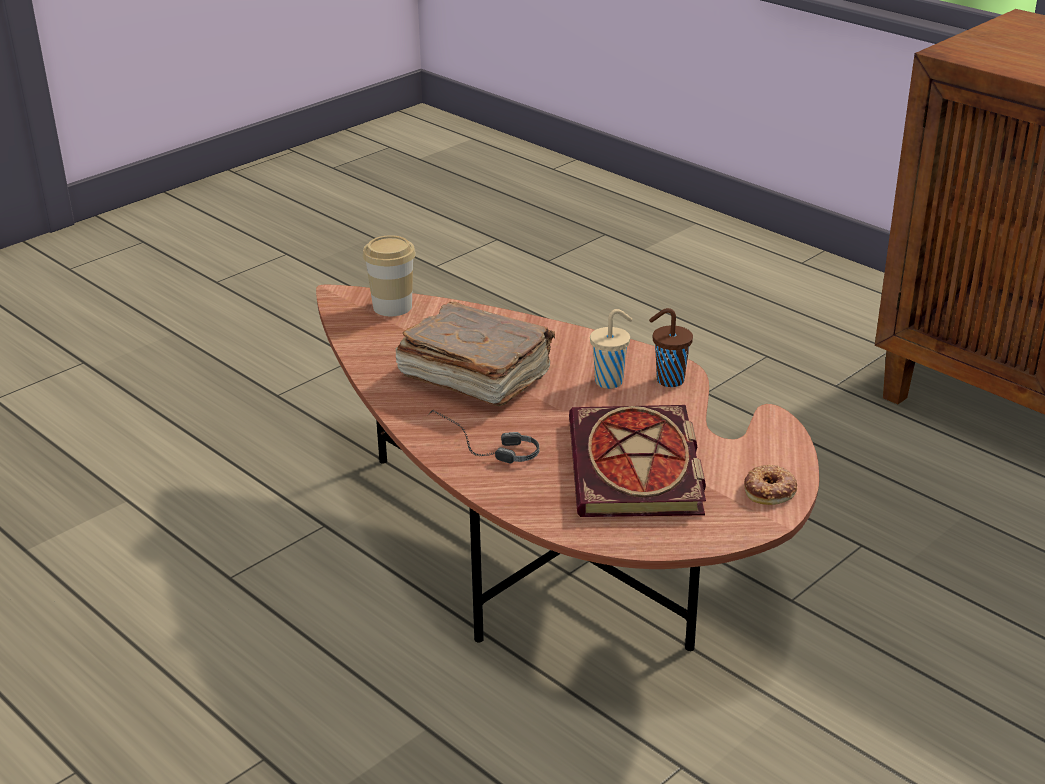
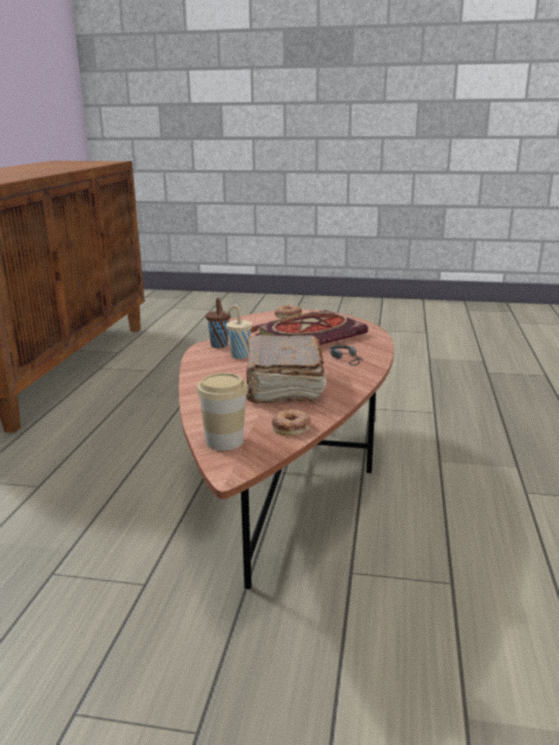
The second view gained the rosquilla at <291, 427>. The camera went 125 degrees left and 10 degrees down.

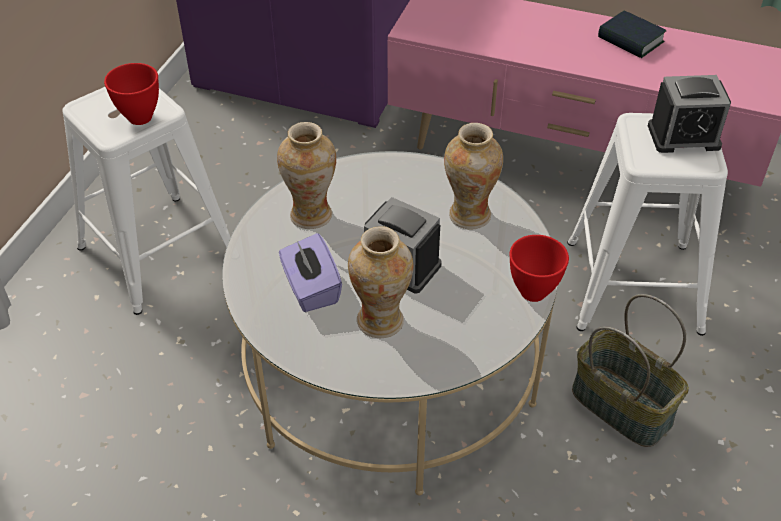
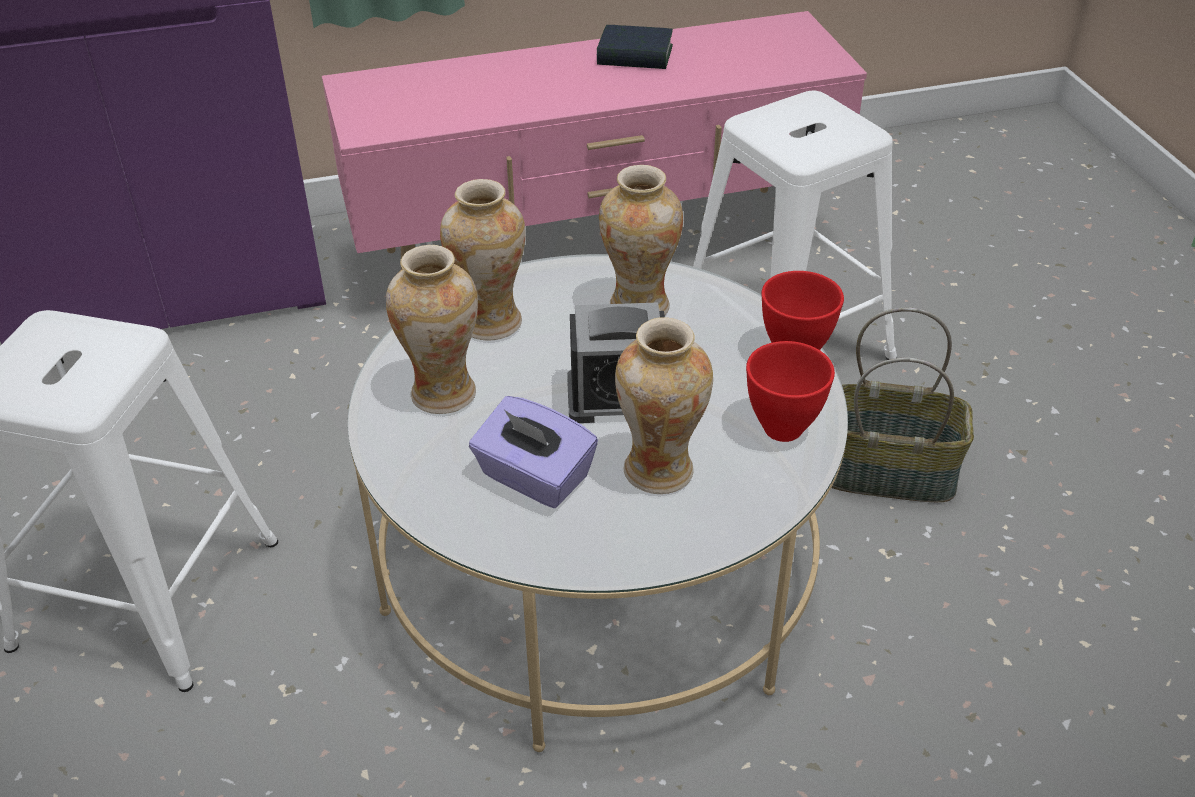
The second view gained the florero at <490, 322>. The cuenco [rojo] ended up elsewhere, having gone from <139, 118> to <784, 430>. The second view lost the despertador at <683, 136>. The camera went 35 degrees left and 5 degrees down.

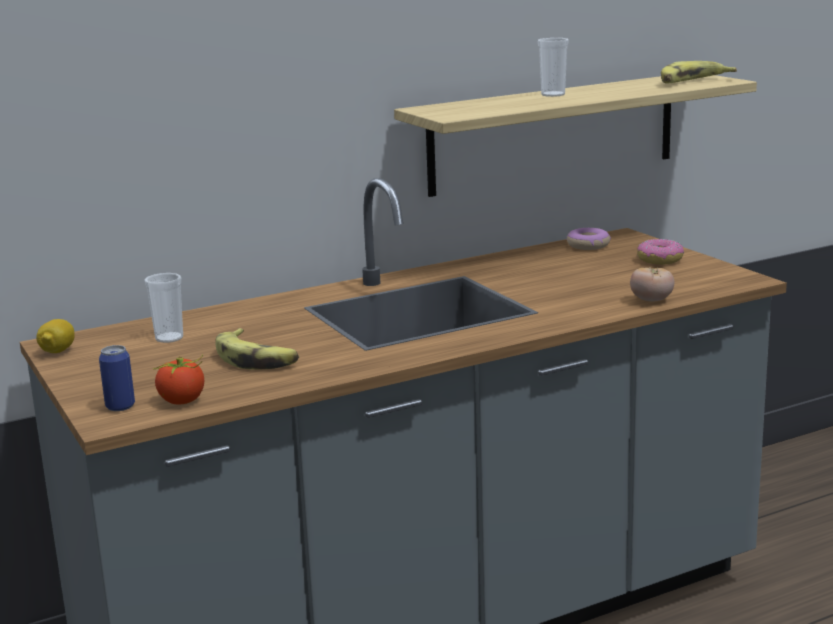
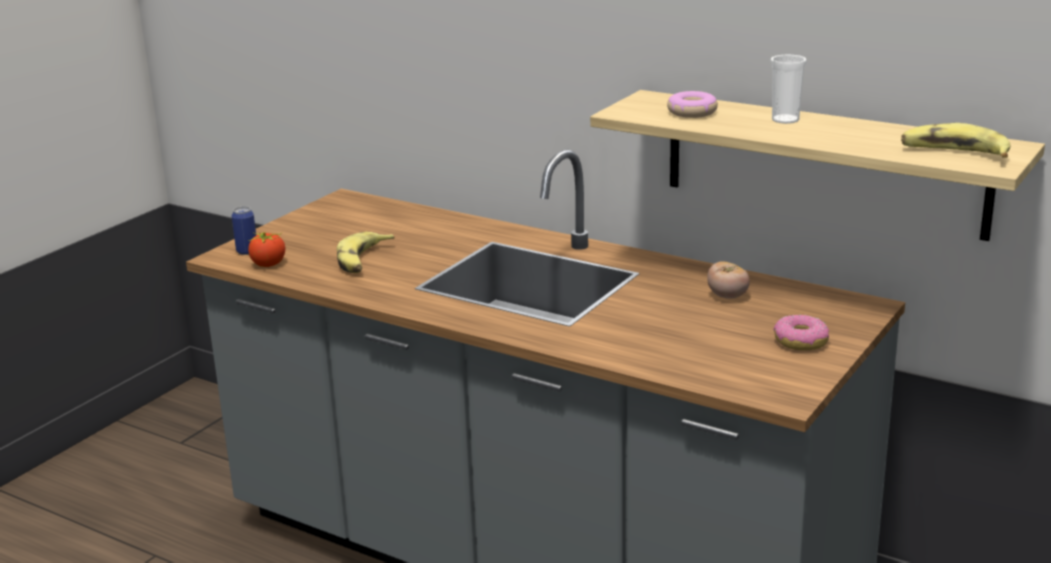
The rosquilla ended up elsewhere, having gone from <588, 245> to <692, 112>. The tomate ended up elsewhere, having gone from <651, 300> to <727, 296>. The second view lost the limón at <58, 351>. The second view lost the taza at <169, 338>. The camera went 60 degrees right and 5 degrees up.

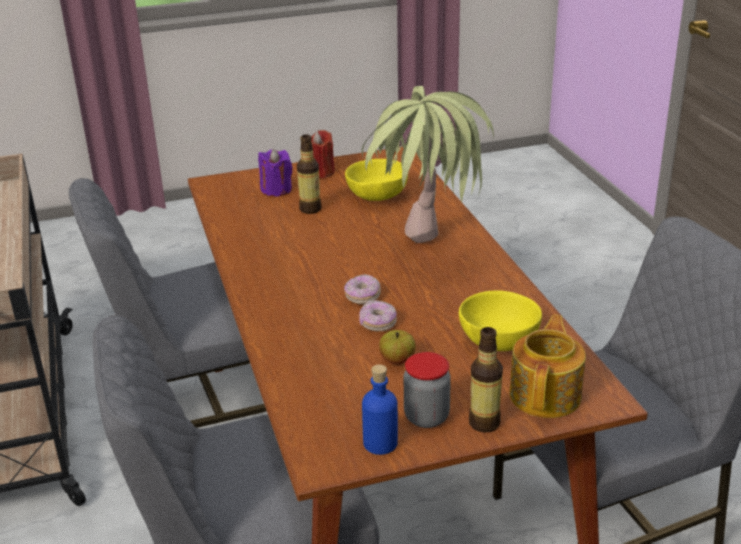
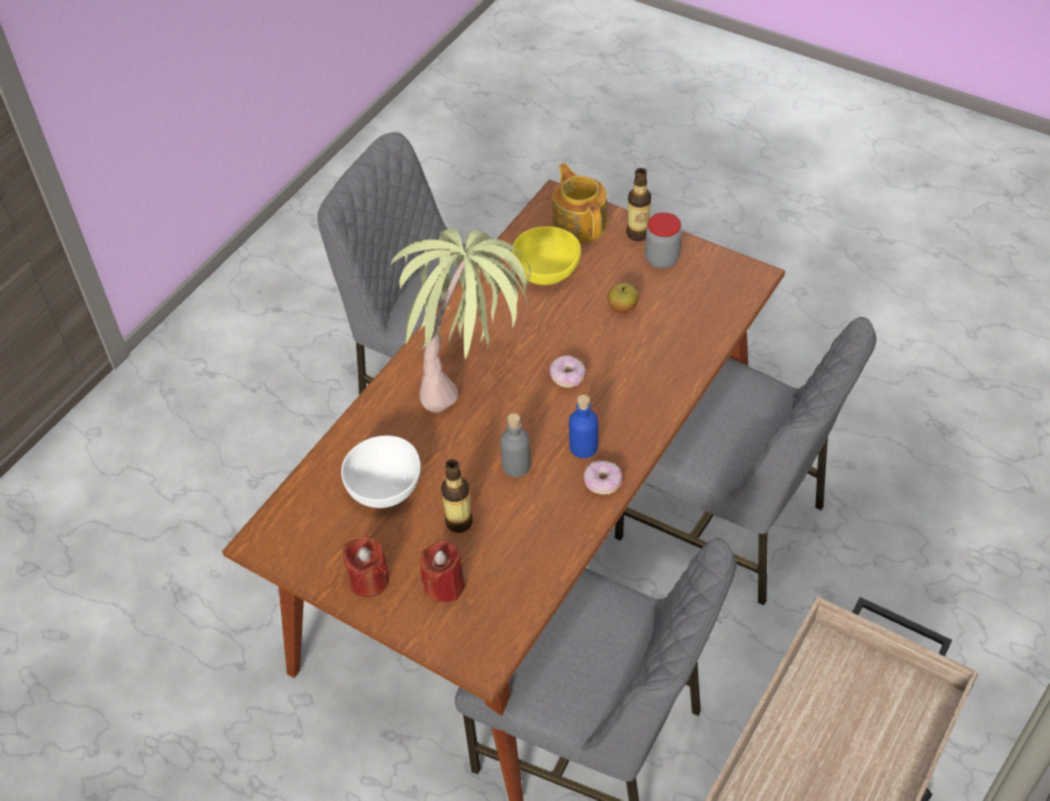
What was the cuenco [amarillo] at <376, 198> turned into the cuenco [blanco] at <387, 488>. What was the vela [morado] at <276, 190> turned into the vela [rojo] at <444, 585>. The second view gained the botella [gris] at <516, 465>. The tetera at <546, 394> ended up facing another way, 90 degrees clockwise from before. The botella [azul] ended up elsewhere, having gone from <380, 443> to <583, 447>. The rosquilla ended up elsewhere, having gone from <377, 323> to <602, 483>. The camera went 130 degrees left and 20 degrees up.

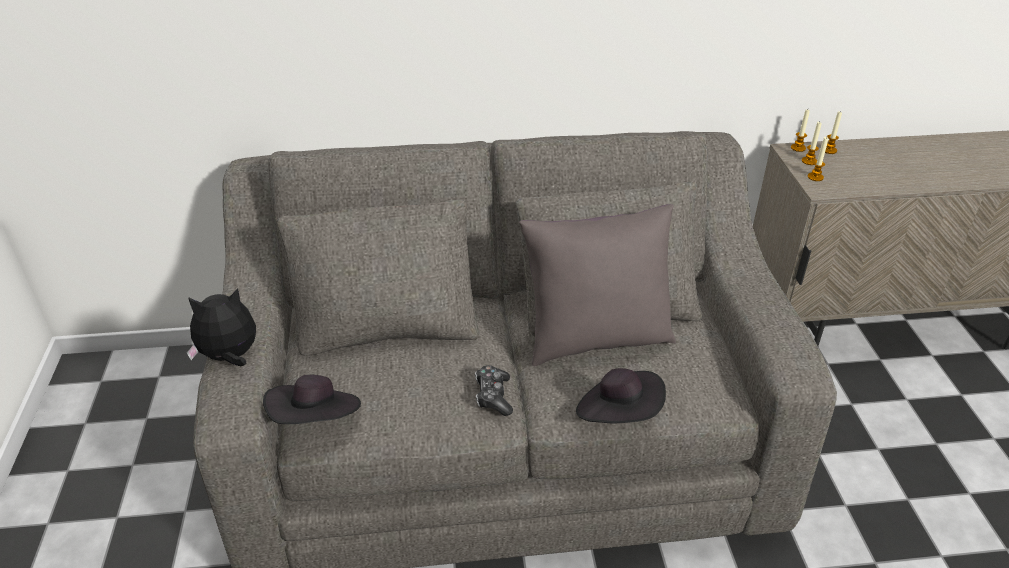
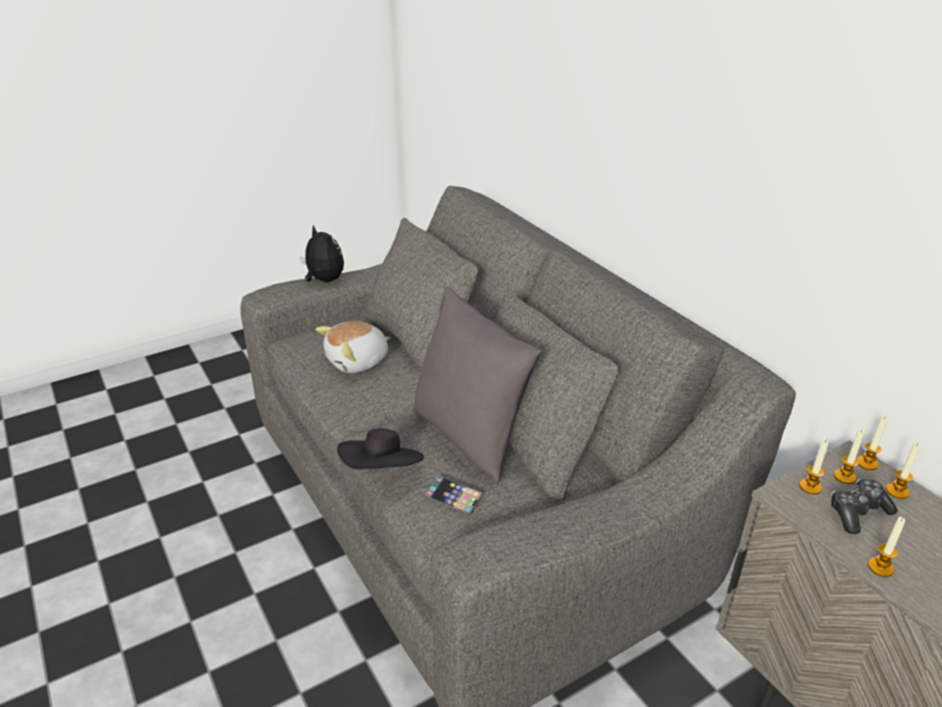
The second view gained the peluche at <358, 361>. The second view gained the móvil at <453, 498>. The mando de consola ended up elsewhere, having gone from <493, 396> to <858, 512>. The second view gained the vela at <880, 567>. The second view lost the sombrero [negro] at <316, 419>. The camera went 65 degrees right and 5 degrees down.

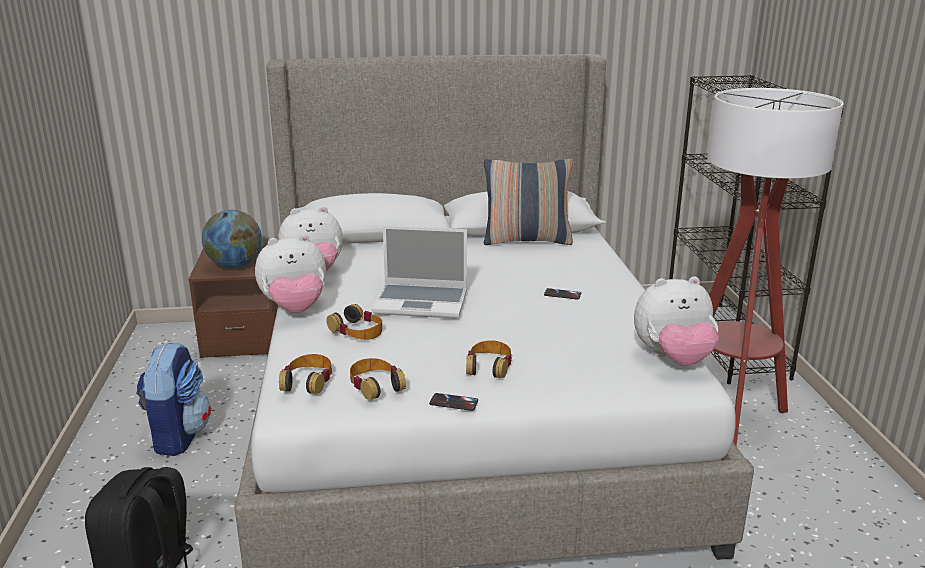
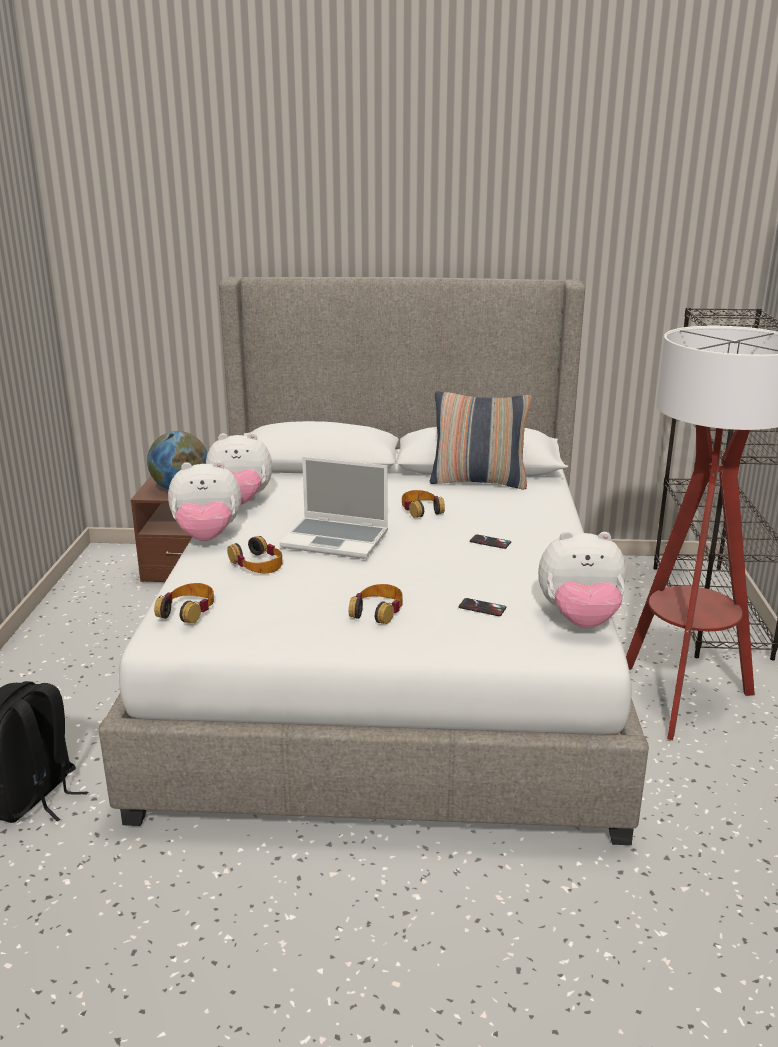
The auriculares ended up elsewhere, having gone from <375, 385> to <421, 509>. The móvil ended up elsewhere, having gone from <453, 402> to <482, 608>. The second view lost the mochila at <178, 436>. The camera went 10 degrees right and 0 degrees up.

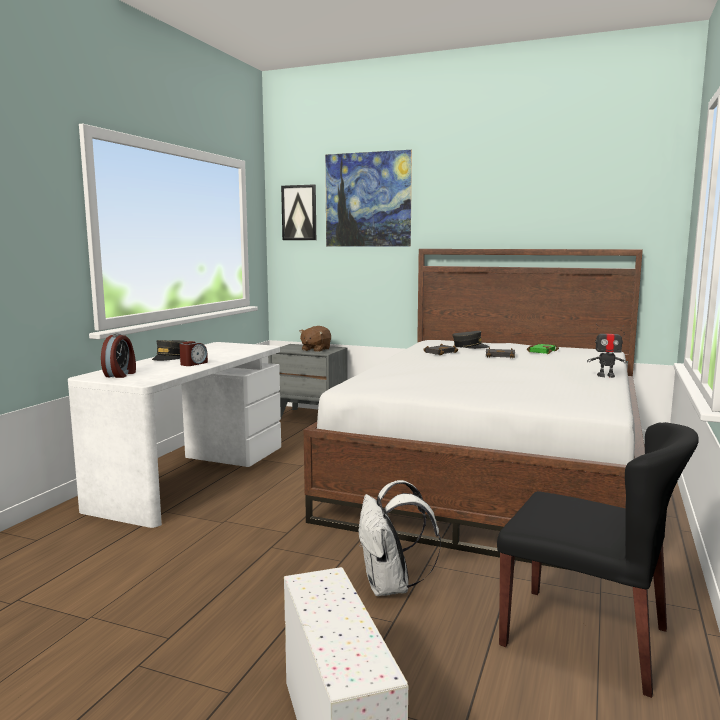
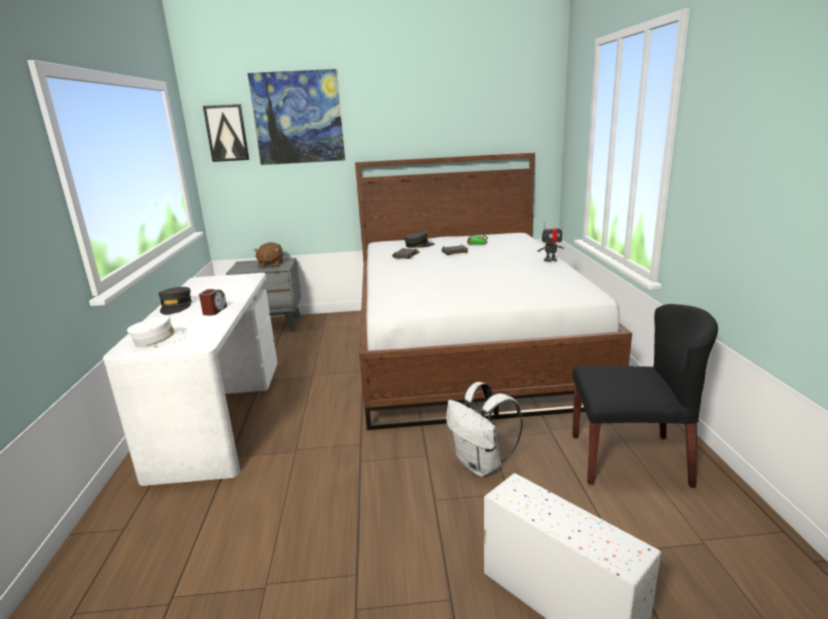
Where the despertador stood at <121, 374>, the gorra [blanco] came to stand at <159, 340>. The camera went 25 degrees left and 10 degrees up.

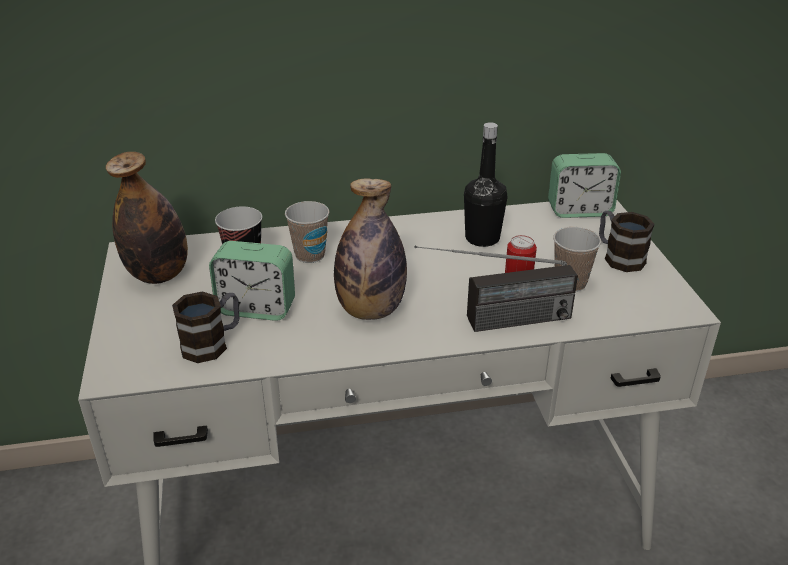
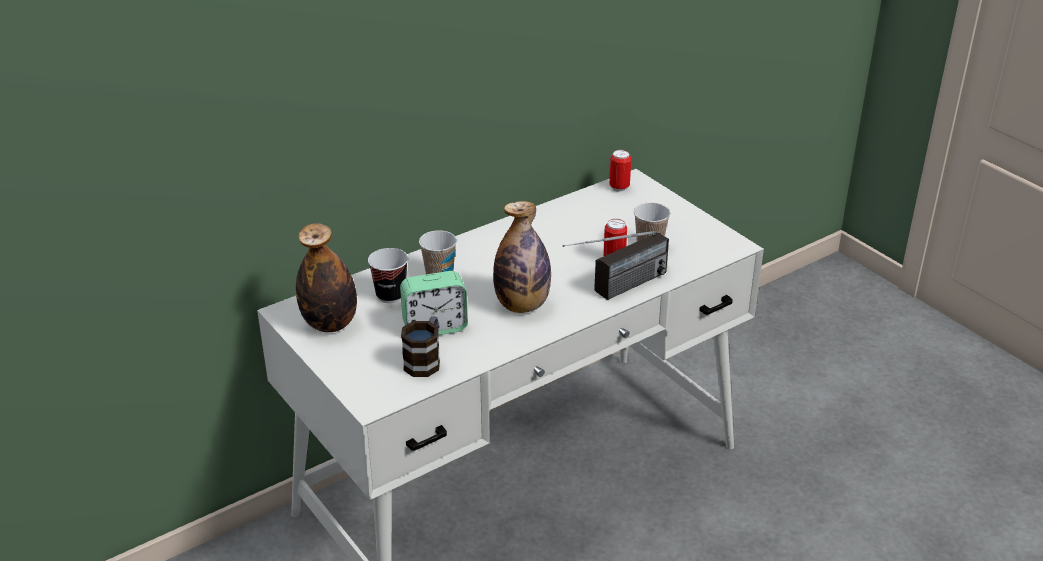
Where the despertador stood at <579, 210>, the lata came to stand at <619, 187>. The second view lost the botella [negro] at <482, 238>. The second view lost the taza grande at <618, 256>. The camera went 25 degrees left and 0 degrees up.

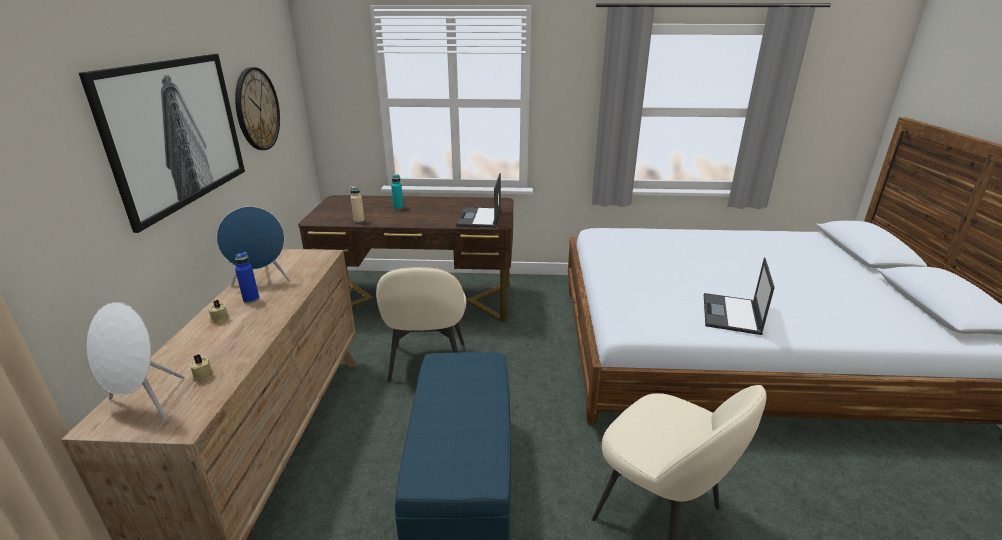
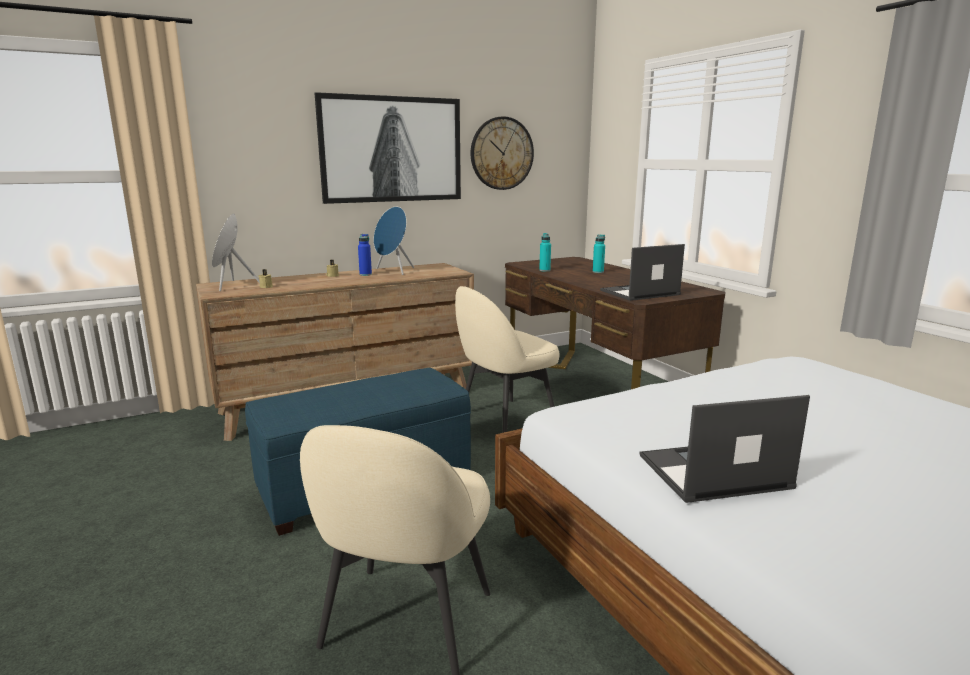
What was the botella [beis] at <359, 221> turned into the botella [turquesa] at <544, 270>. The camera went 60 degrees right and 10 degrees down.

